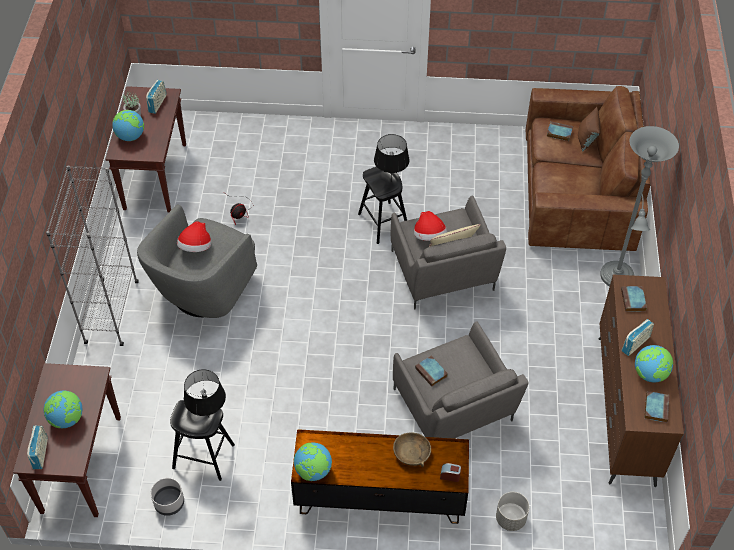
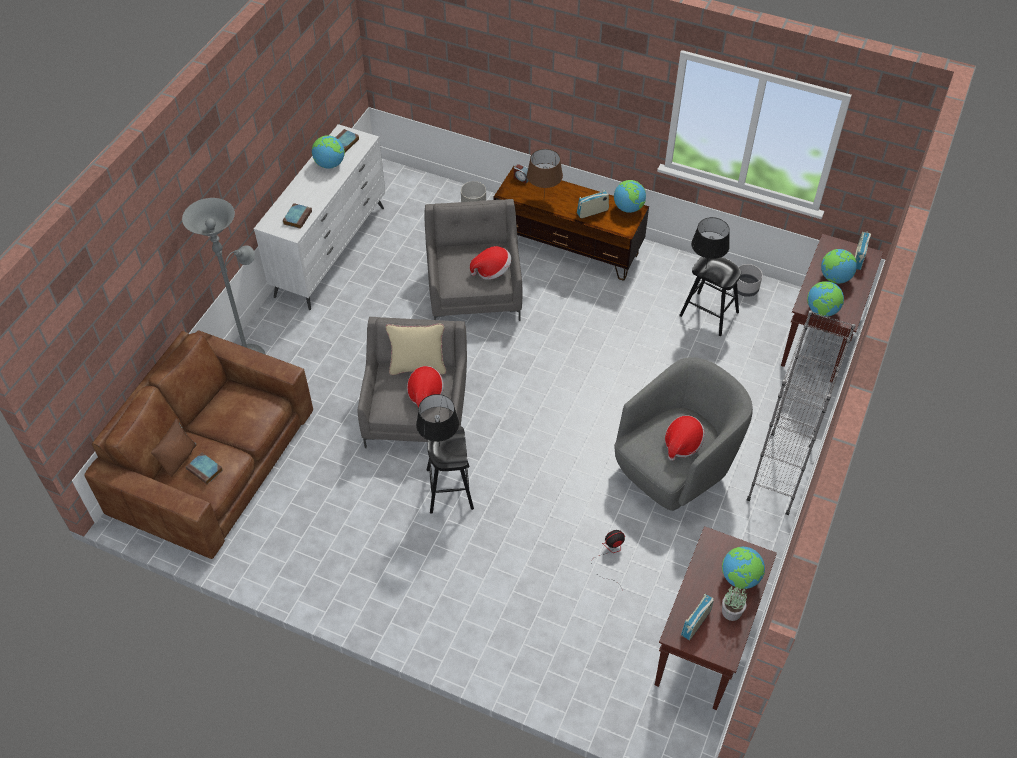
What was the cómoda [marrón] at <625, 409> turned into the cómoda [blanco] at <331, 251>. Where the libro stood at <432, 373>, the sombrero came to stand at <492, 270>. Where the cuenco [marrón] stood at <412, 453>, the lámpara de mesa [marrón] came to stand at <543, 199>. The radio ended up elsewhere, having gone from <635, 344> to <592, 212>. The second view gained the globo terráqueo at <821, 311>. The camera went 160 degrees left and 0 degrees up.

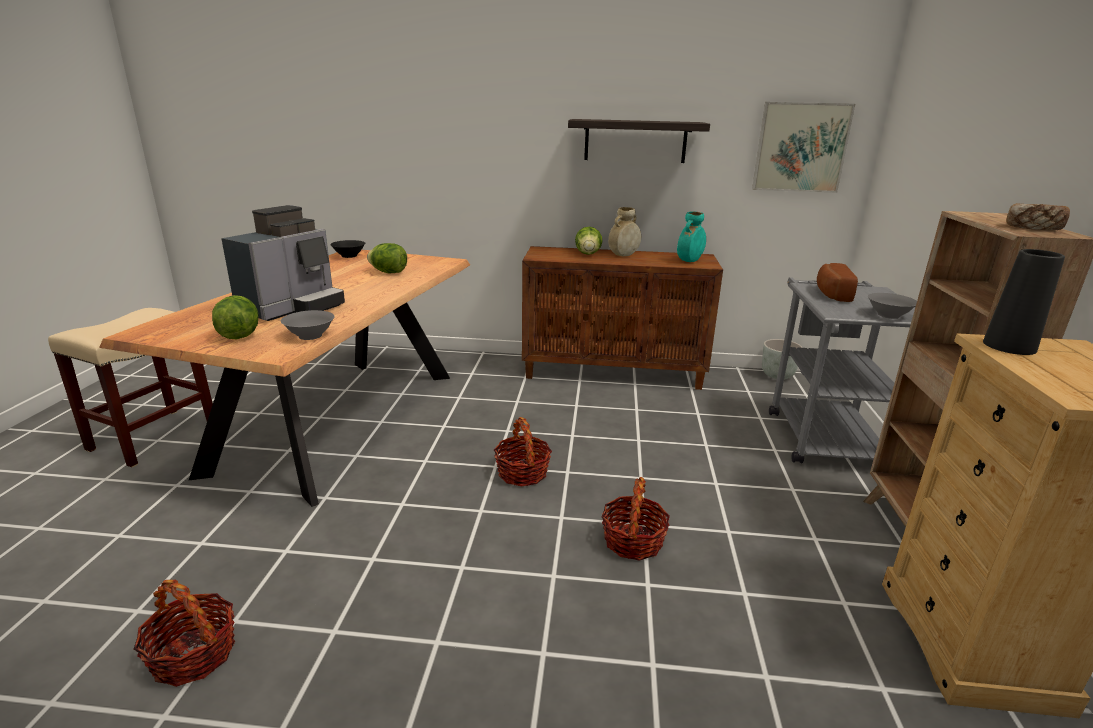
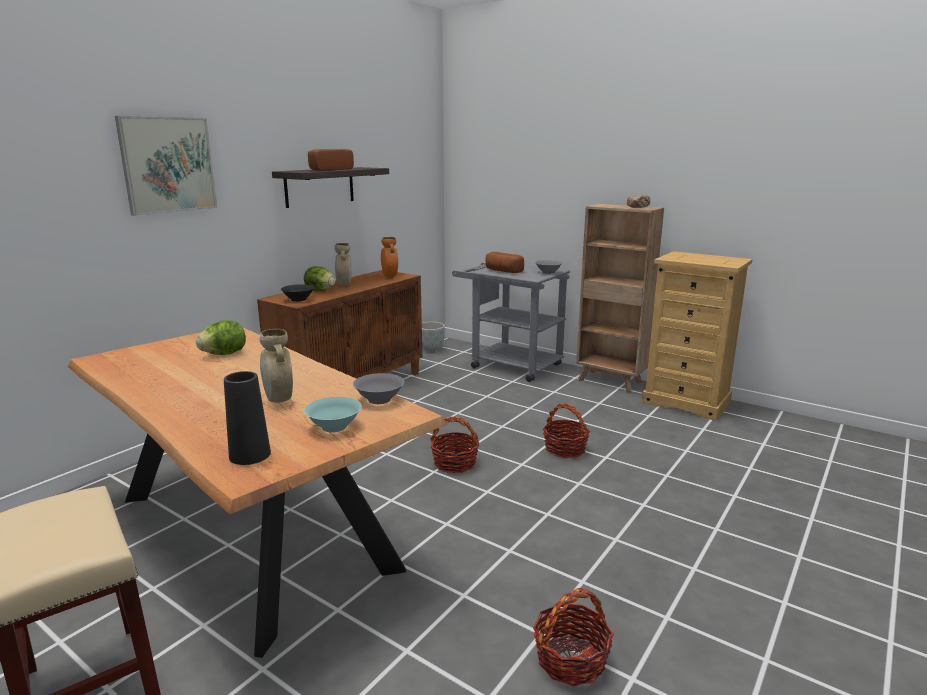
The cuadro ended up elsewhere, having gone from <801, 147> to <168, 165>. The florero [negro] ended up elsewhere, having gone from <1009, 346> to <250, 455>. Where the cafetera stood at <293, 308>, the florero [beis] came to stand at <279, 400>. The cuenco [negro] ended up elsewhere, having gone from <349, 256> to <299, 299>. Where the lechuga stood at <239, 335>, the cuenco [turquesa] came to stand at <334, 427>. The second view gained the pan at <329, 169>. What was the florero [turquesa] at <689, 261> turned into the florero [naranja] at <389, 276>. The camera went 60 degrees left and 5 degrees down.

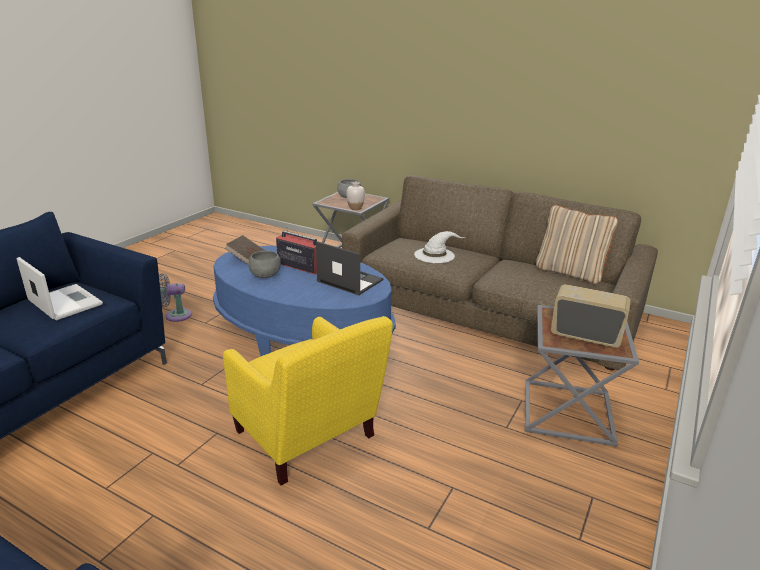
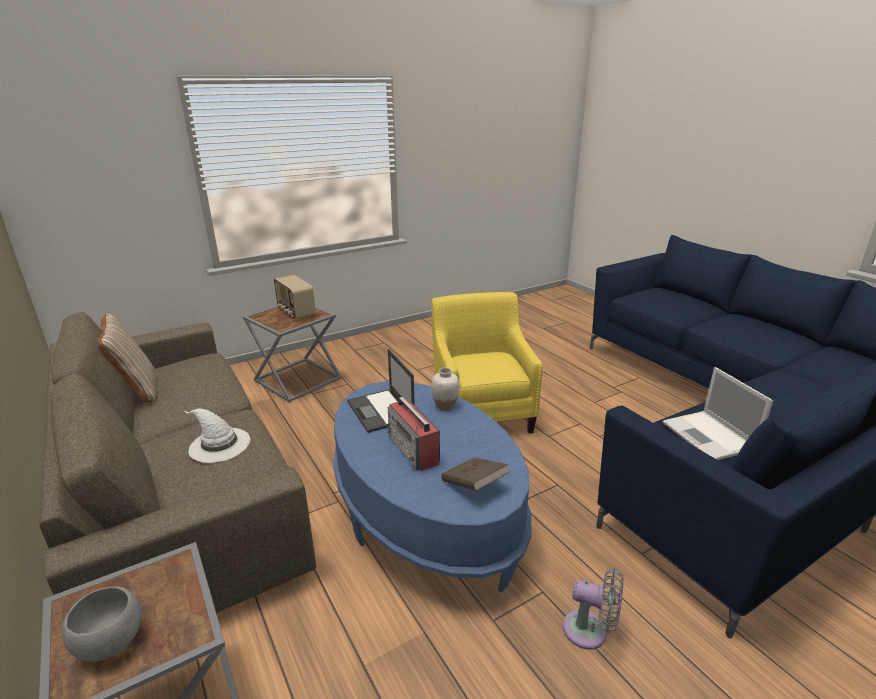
The florero [blanco] ended up elsewhere, having gone from <355, 208> to <445, 405>. The second view lost the cuenco [gris] at <265, 276>. The camera went 150 degrees left and 0 degrees up.

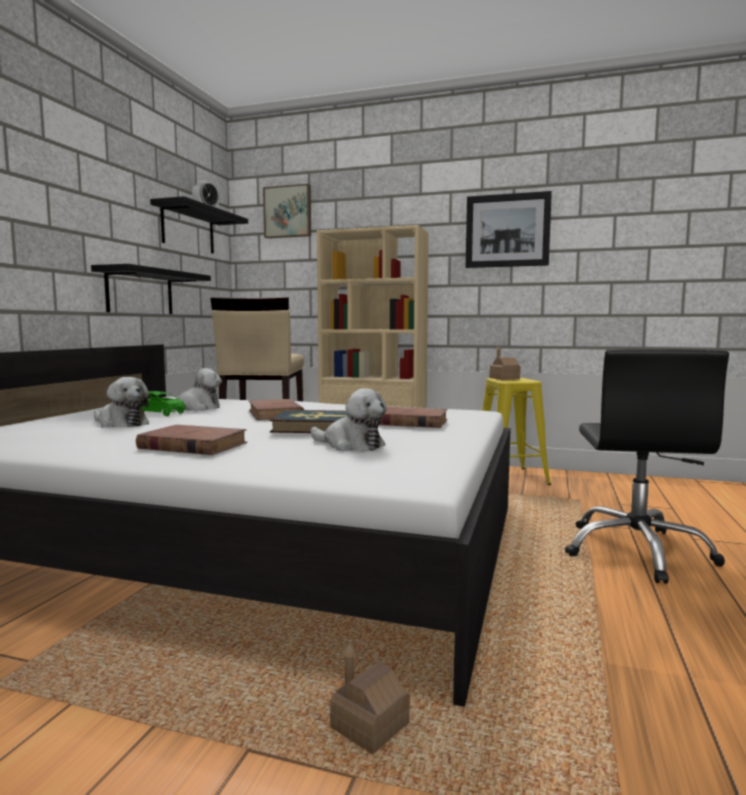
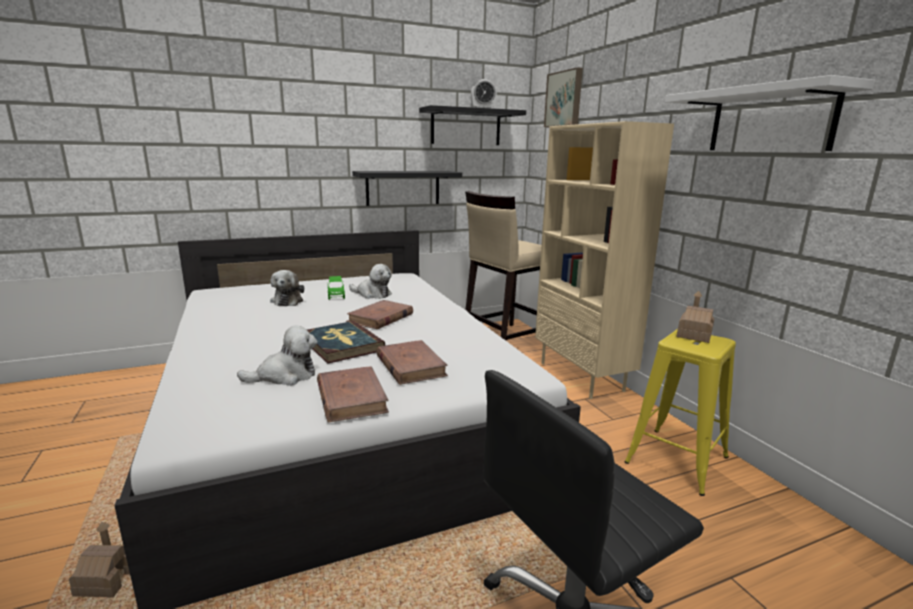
The peluche at <351, 445> ended up facing another way, 105 degrees counterclockwise from before. The libro [marrón] ended up elsewhere, having gone from <192, 446> to <351, 397>. Where the cuadro hung at <507, 230>, the estante [blanco] came to hang at <770, 120>. The camera went 50 degrees right and 10 degrees up.

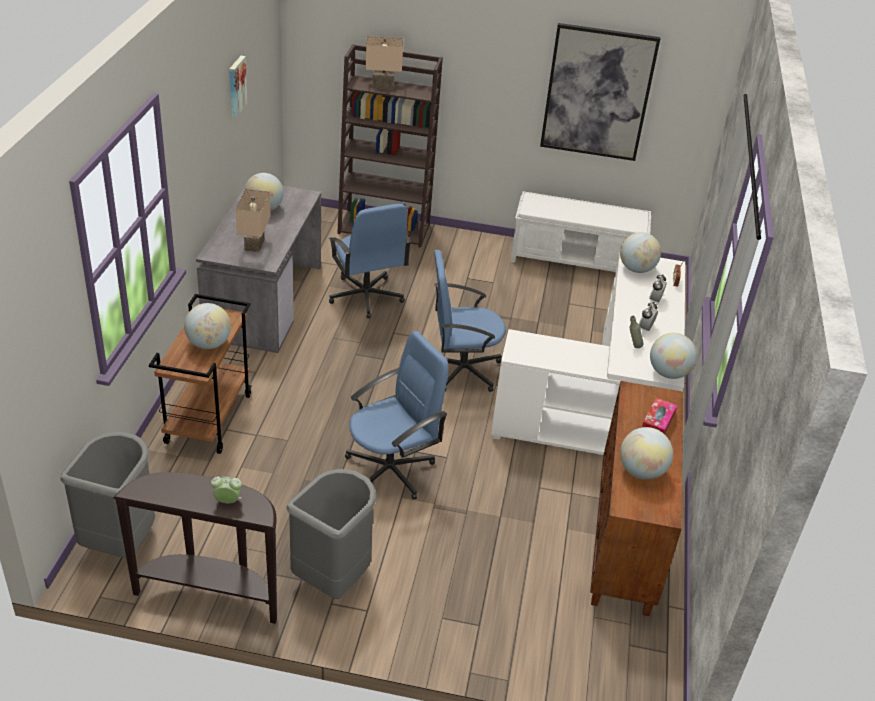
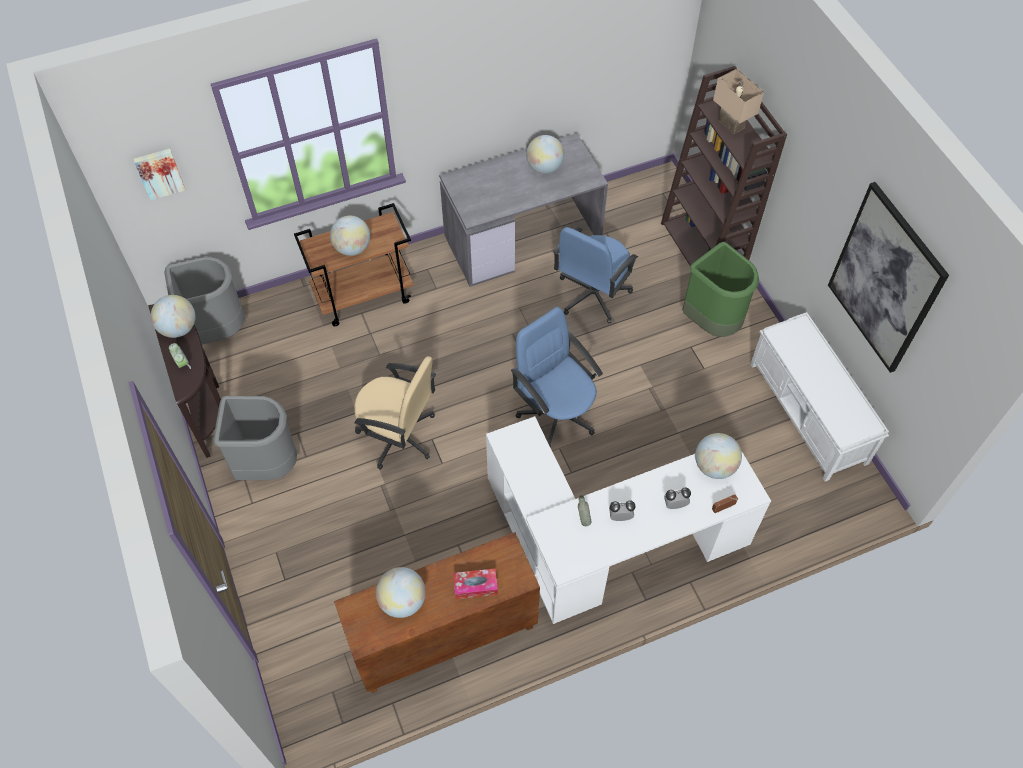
The cuadro ended up elsewhere, having gone from <236, 86> to <159, 173>. The globo terráqueo ended up elsewhere, having gone from <668, 373> to <178, 328>. What was the silla de oficina [azul] at <391, 470> turned into the silla de oficina [beis] at <399, 436>. The second view gained the papelera [verde] at <712, 322>. The second view lost the lámpara de mesa [beis] at <253, 244>. The camera went 60 degrees right and 20 degrees up.

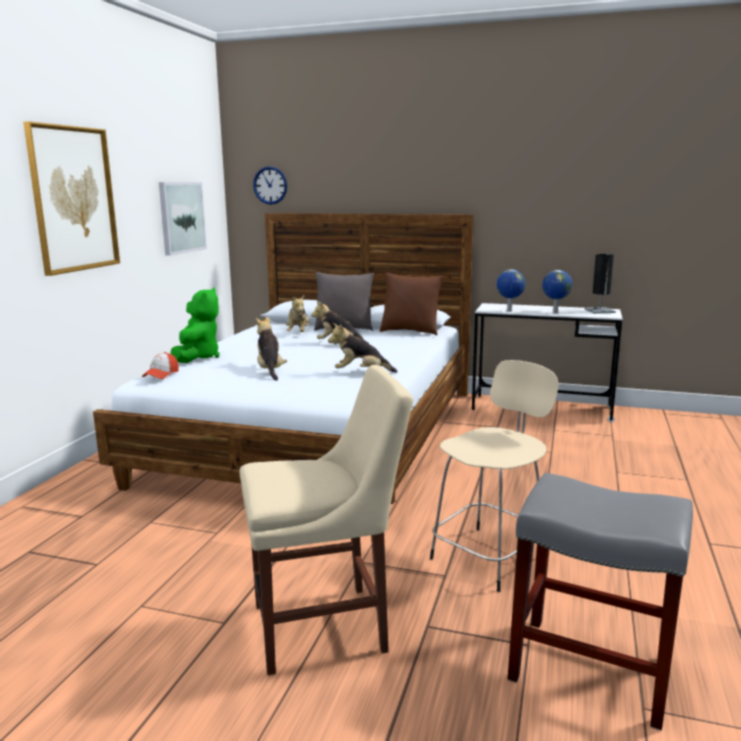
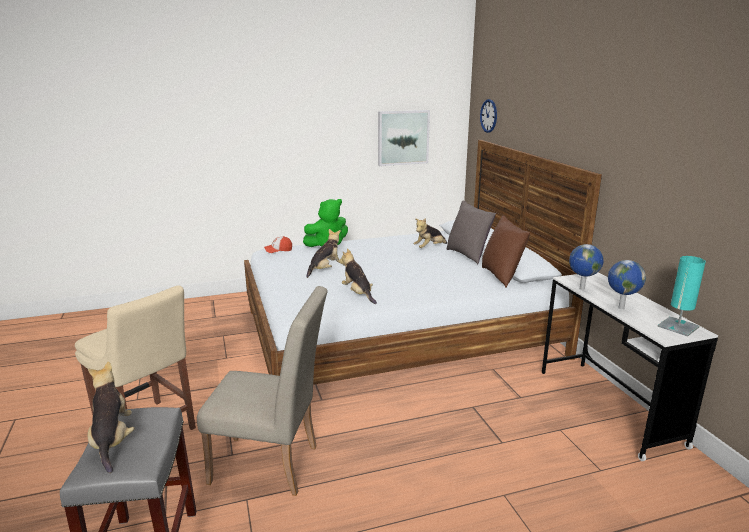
The peluche ended up elsewhere, having gone from <339, 344> to <112, 441>. Where the taburete [beis] stood at <490, 556>, the silla [beis] came to stand at <272, 466>. What was the lámpara de mesa [negro] at <599, 311> turned into the lámpara de mesa [turquesa] at <678, 327>. The second view lost the cuadro at <73, 199>. The camera went 55 degrees right and 5 degrees up.

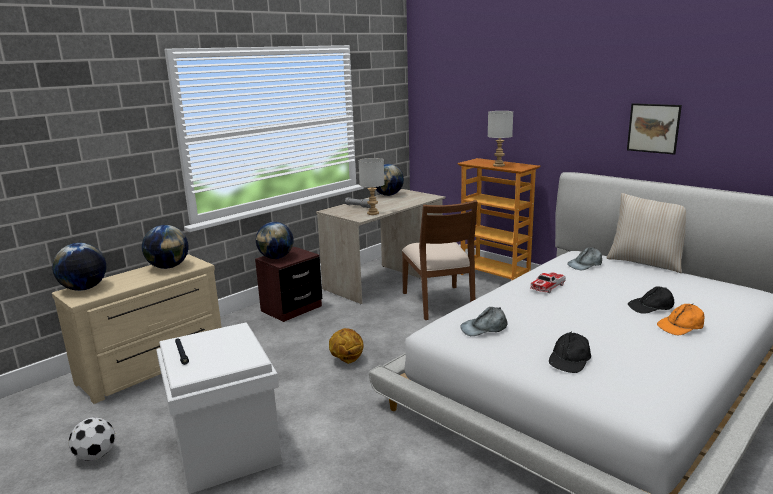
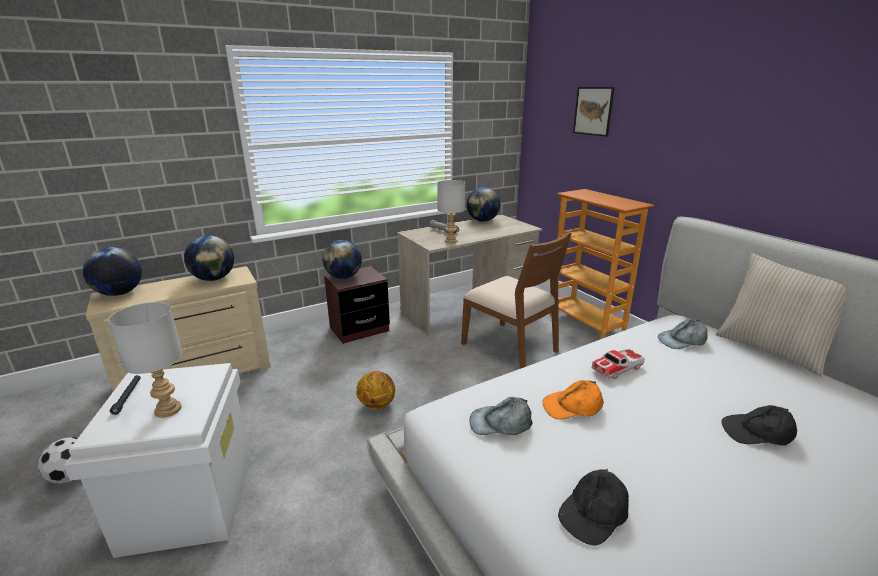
The lámpara de mesa [gris] ended up elsewhere, having gone from <498, 165> to <169, 409>. The silla [marrón] at <439, 302> ended up facing another way, 45 degrees counterclockwise from before. The gorra [naranja] ended up elsewhere, having gone from <681, 326> to <573, 406>. The cuadro ended up elsewhere, having gone from <653, 128> to <593, 111>. The camera went 15 degrees right and 5 degrees up.

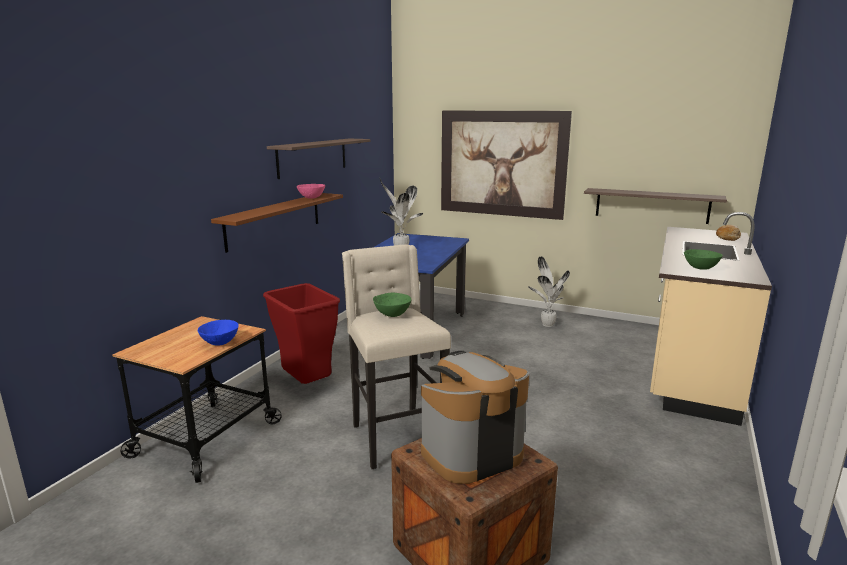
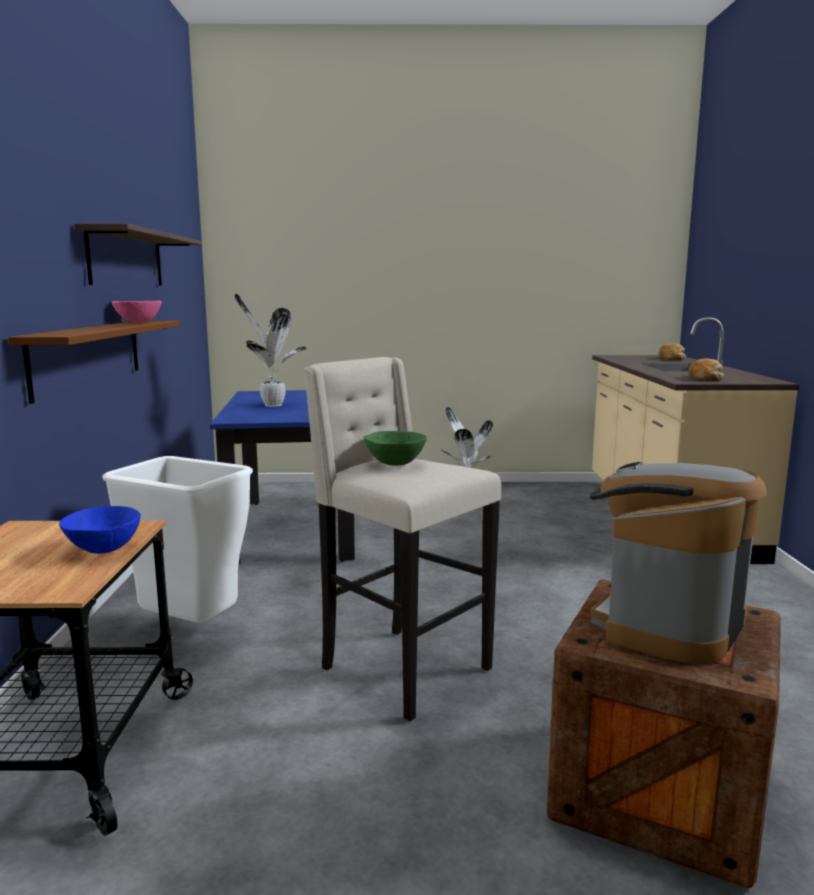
What was the papelera [rojo] at <308, 385> turned into the papelera [blanco] at <192, 629>. Where the cuenco [verde] stood at <700, 268>, the pan came to stand at <705, 378>. The second view lost the cuadro at <502, 163>. The second view lost the estante at <651, 205>. The camera went 25 degrees left and 5 degrees down.

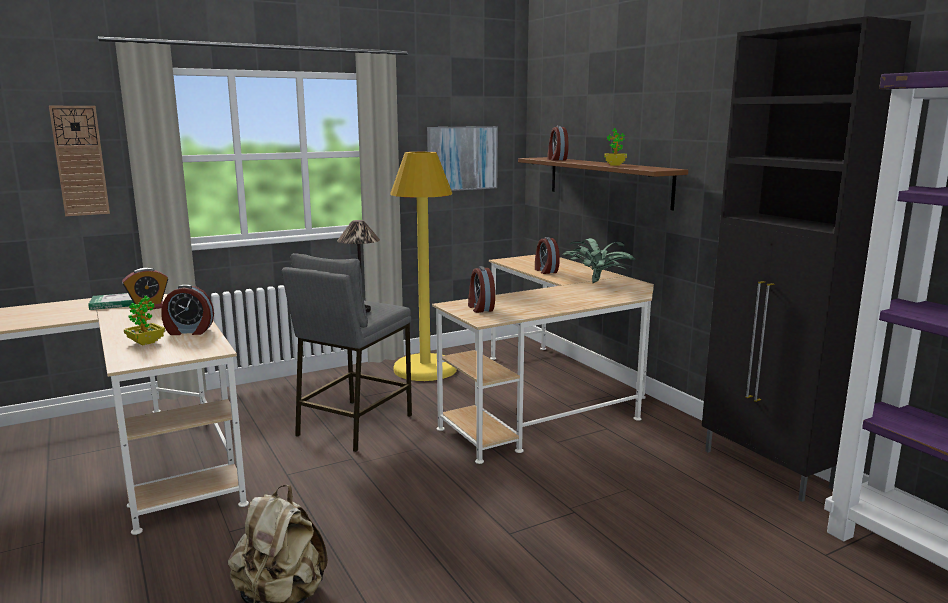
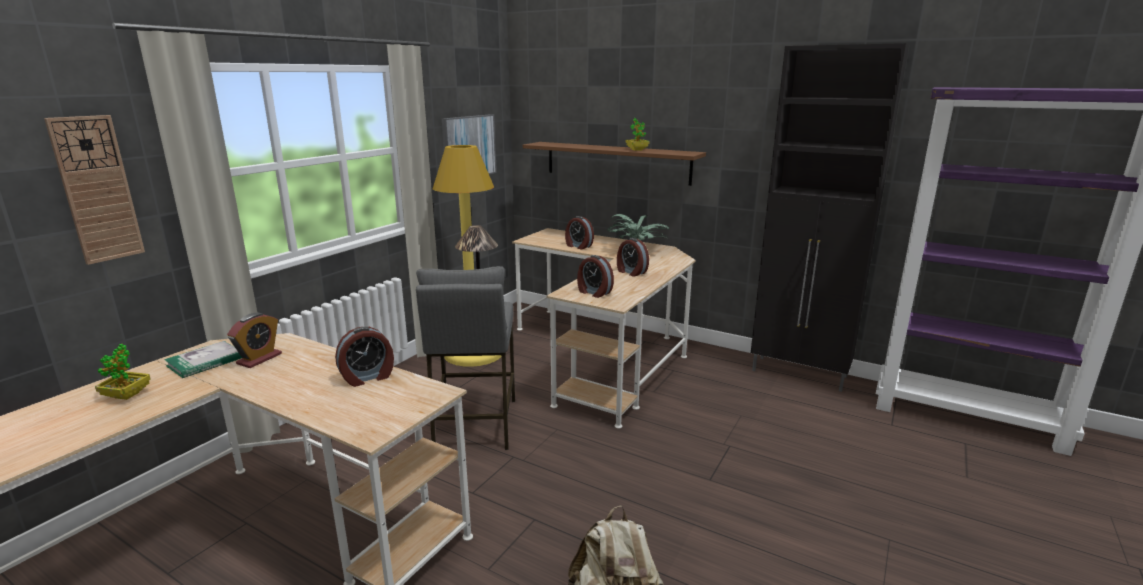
The planta en maceta ended up elsewhere, having gone from <146, 342> to <127, 395>. The despertador ended up elsewhere, having gone from <556, 159> to <631, 272>. The camera went 30 degrees left and 5 degrees up.

